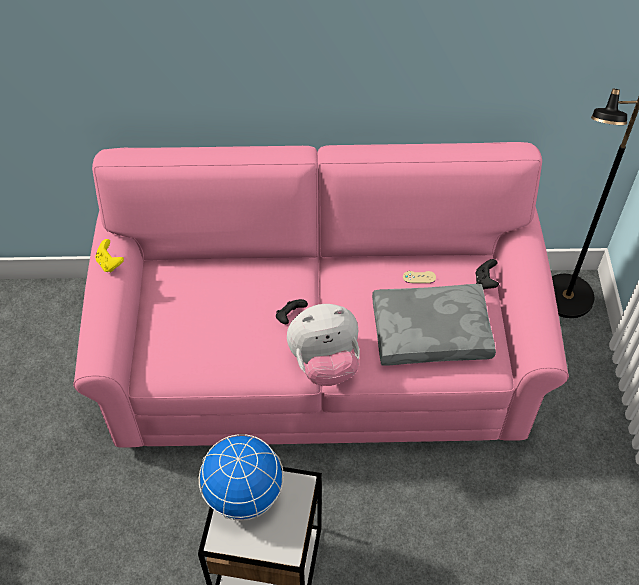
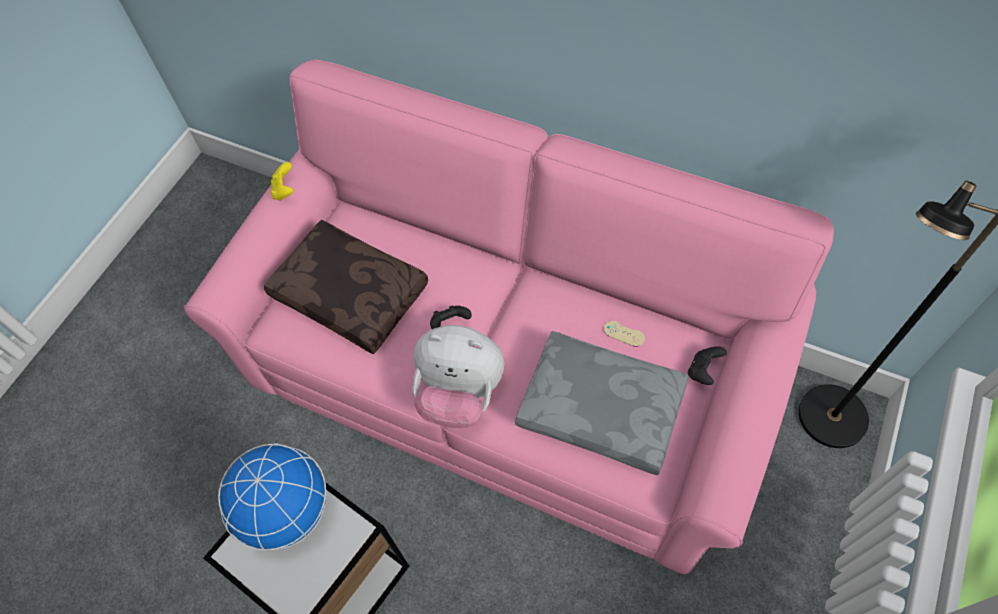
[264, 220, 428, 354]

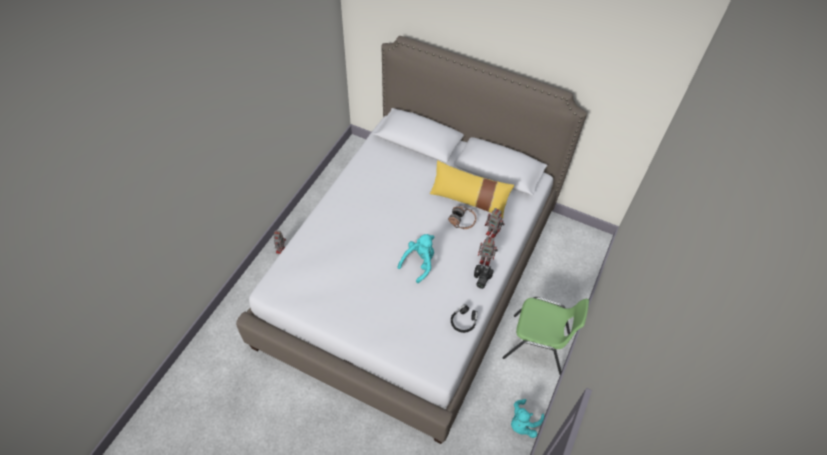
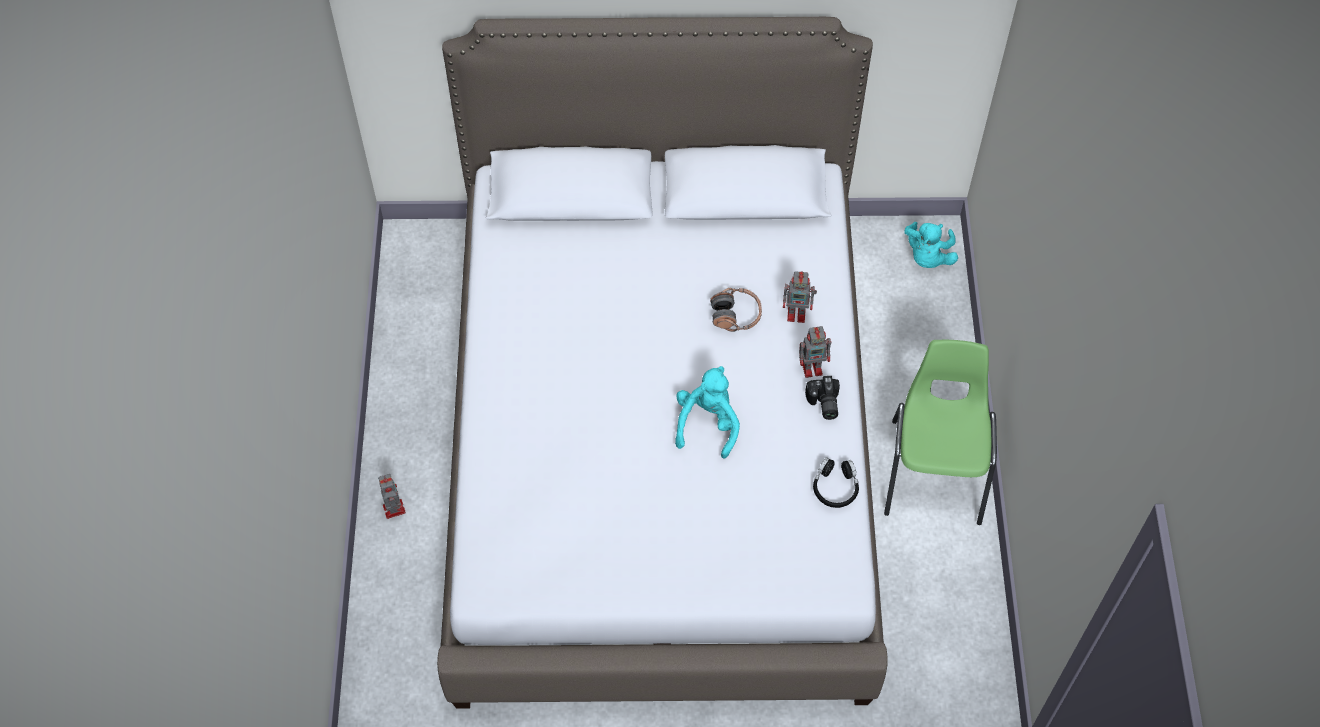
[430, 160, 514, 218] (first image)
[904, 222, 958, 268]
[884, 340, 997, 525]

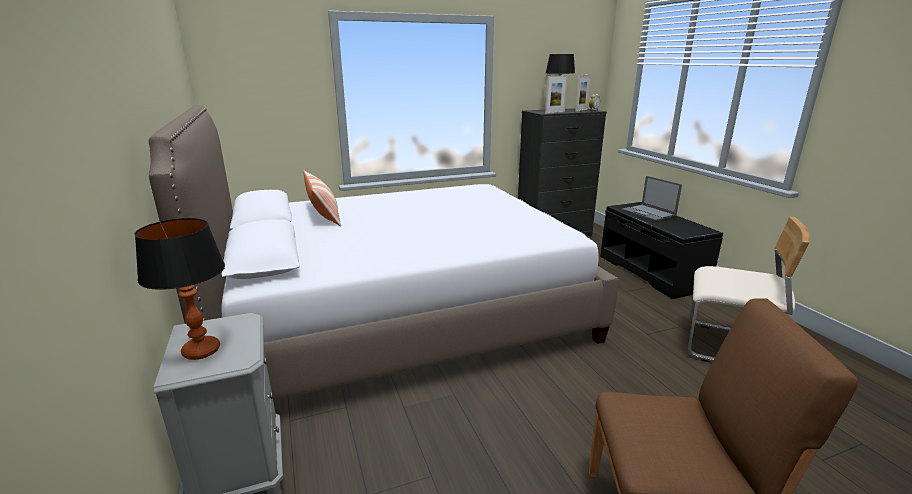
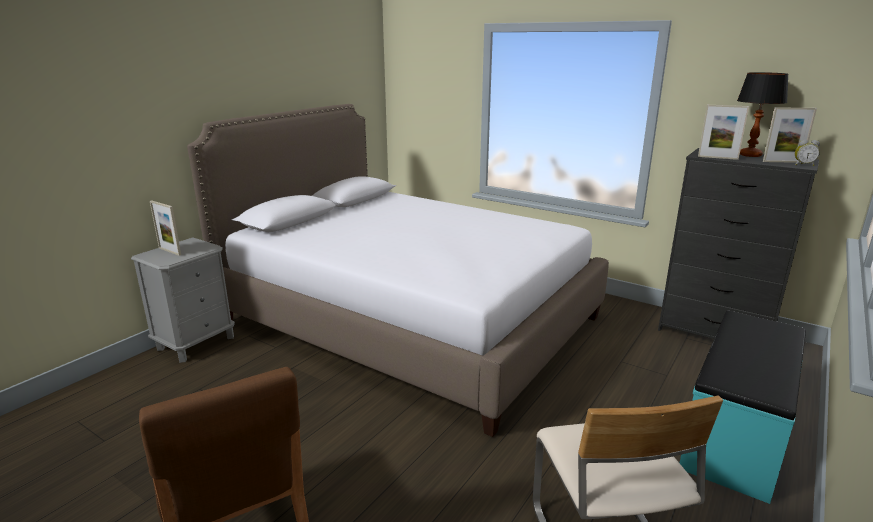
[303, 170, 341, 226] (first image)
[622, 176, 682, 221] (first image)
[150, 201, 181, 256]
[680, 311, 806, 504]

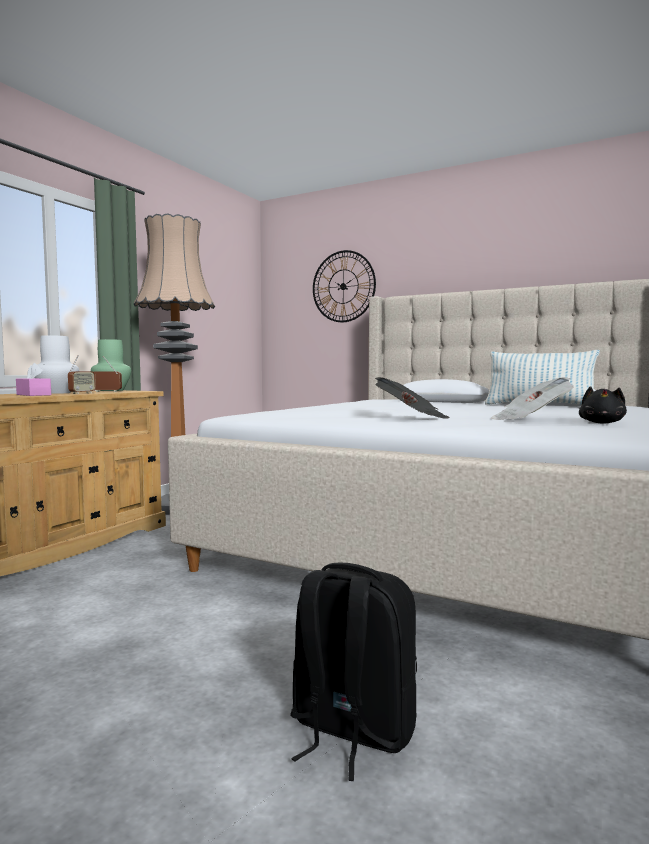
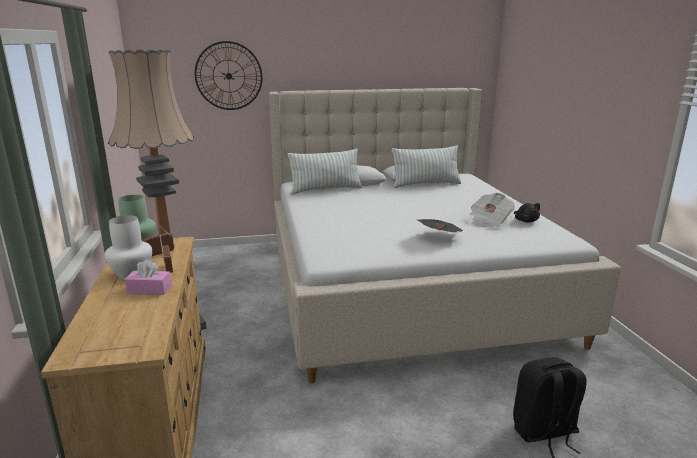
[288, 149, 362, 194]

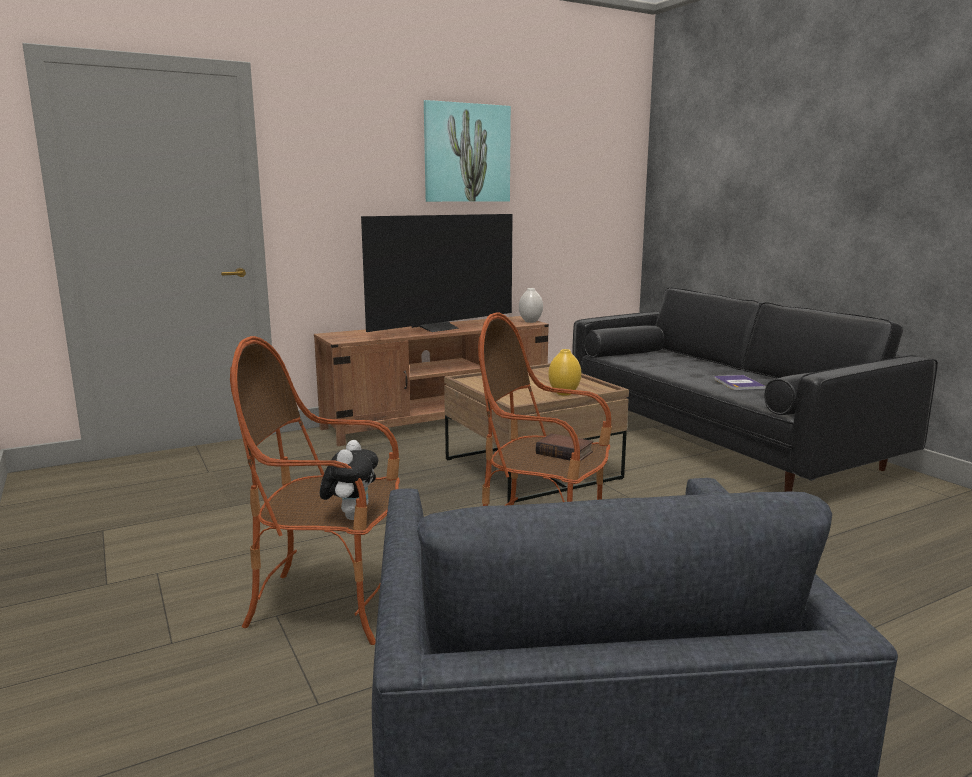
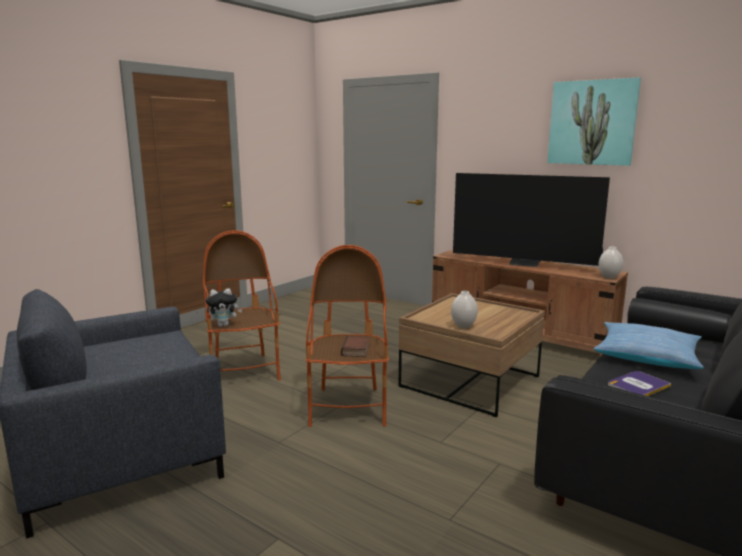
[594, 322, 704, 369]
[451, 291, 478, 328]

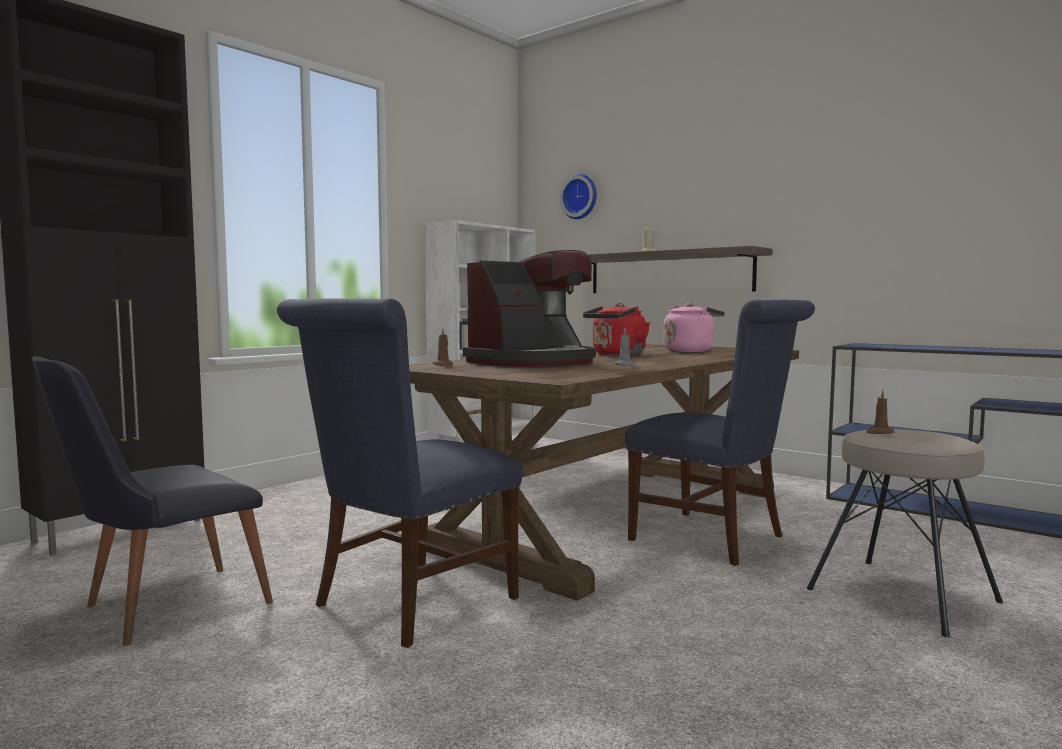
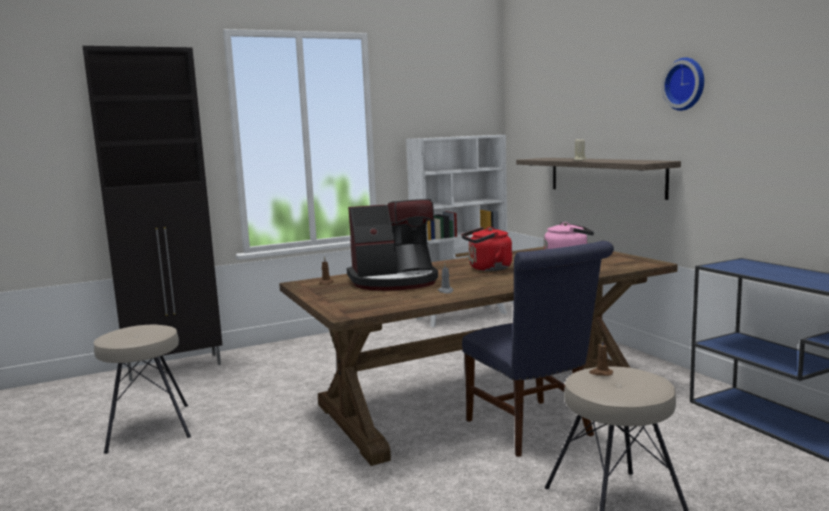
[277, 298, 523, 648] (first image)
[661, 58, 704, 111]
[94, 325, 191, 454]

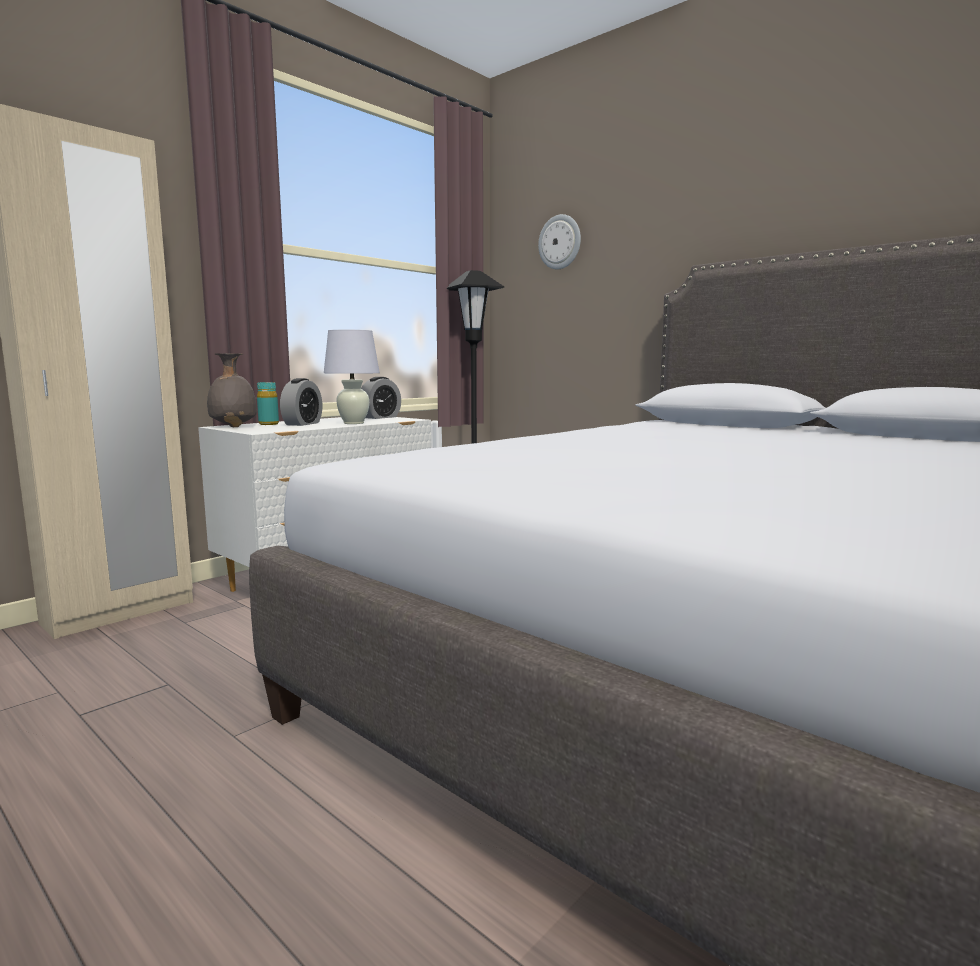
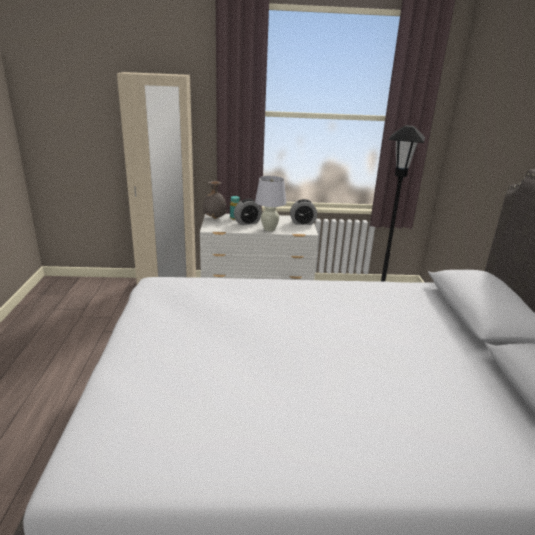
[538, 214, 581, 269] (first image)

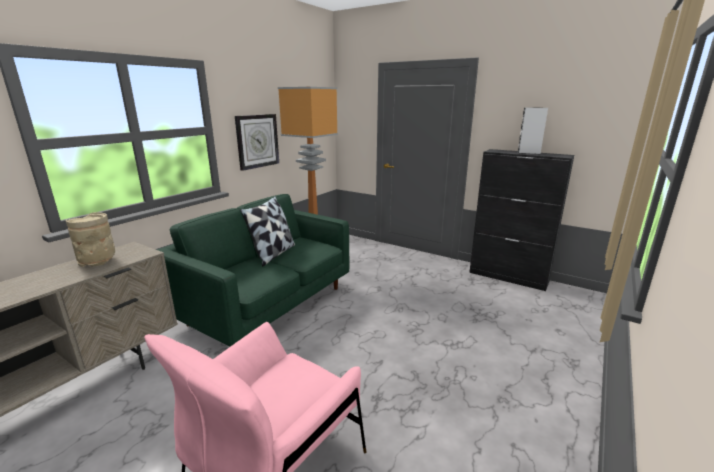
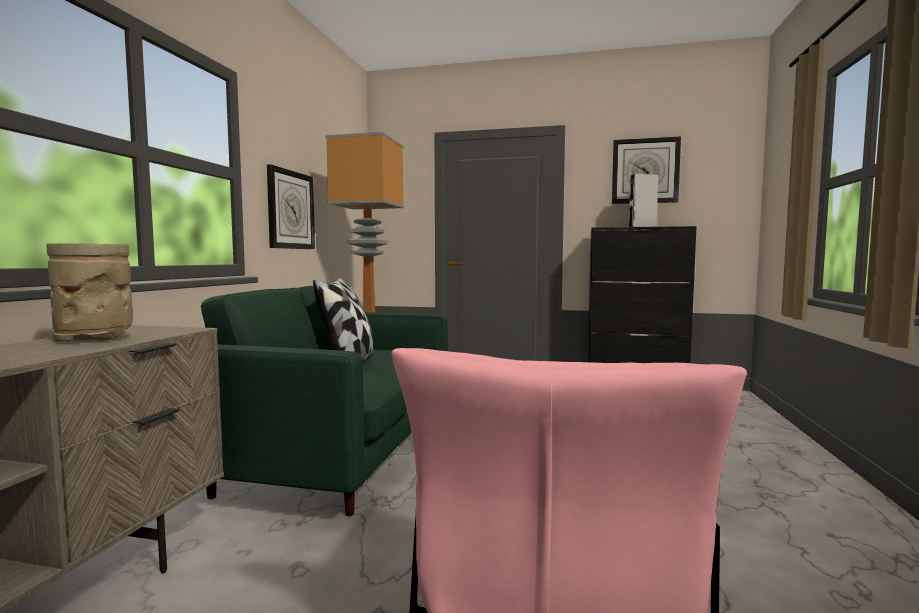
[612, 137, 681, 204]

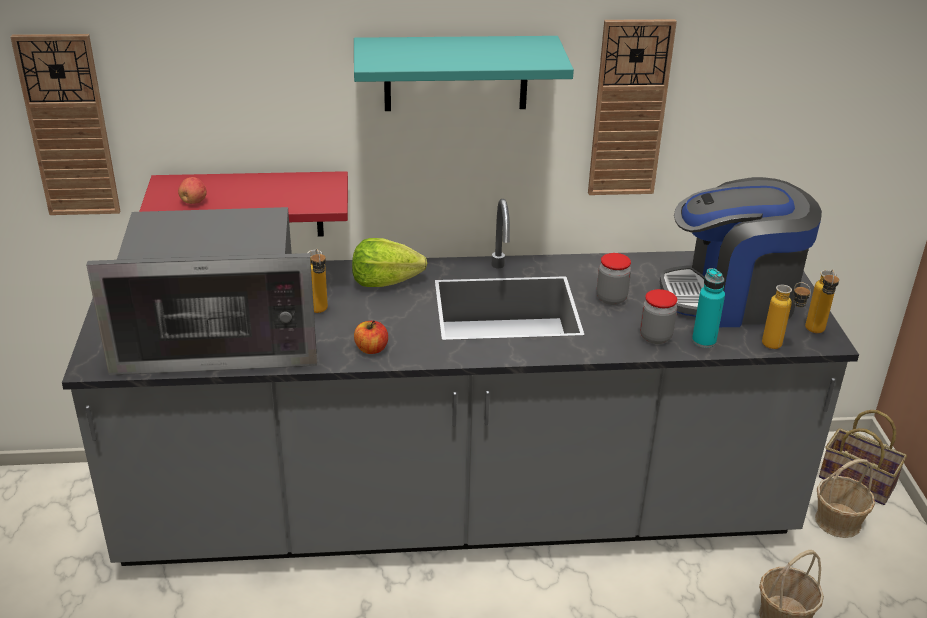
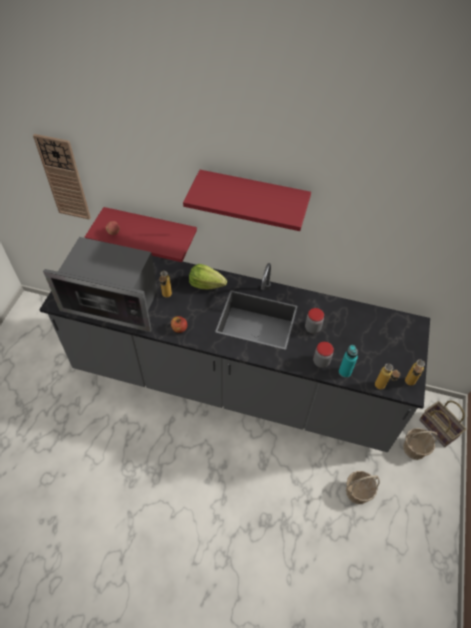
[588, 19, 677, 195] (first image)
[660, 177, 822, 327] (first image)
[183, 170, 311, 231]

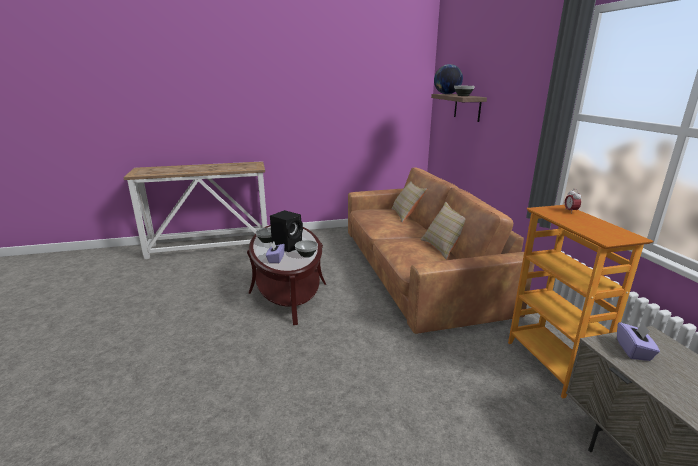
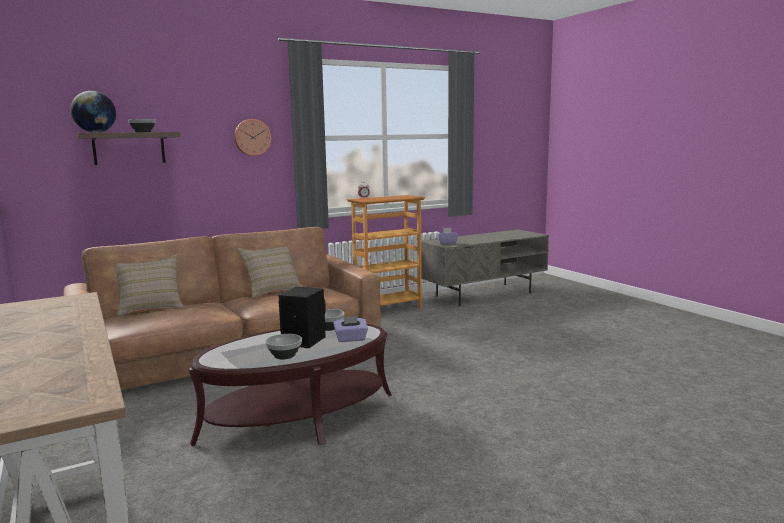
[234, 119, 272, 156]

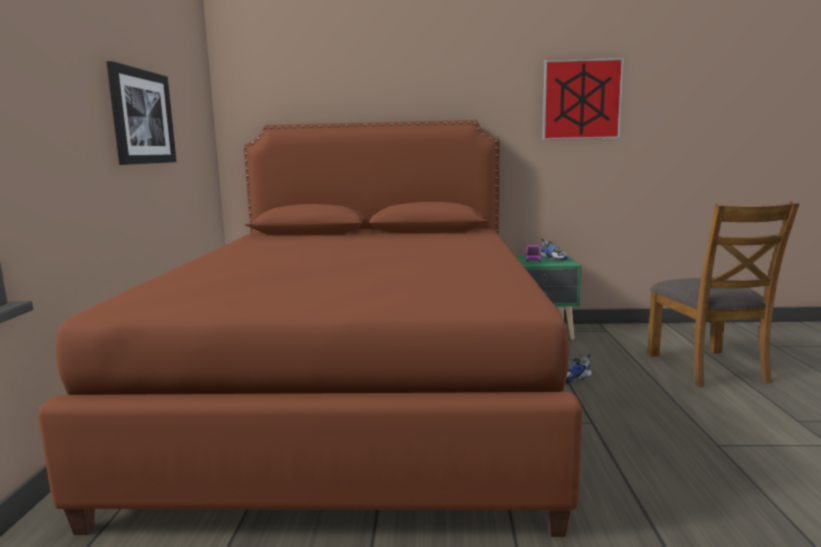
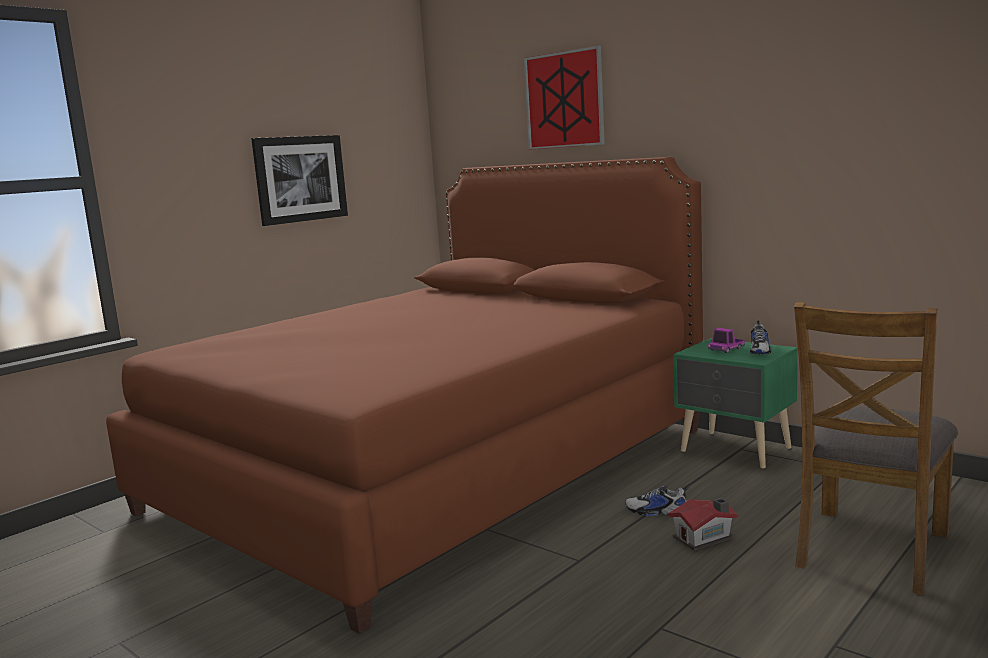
[668, 498, 737, 550]
[524, 46, 605, 150]

